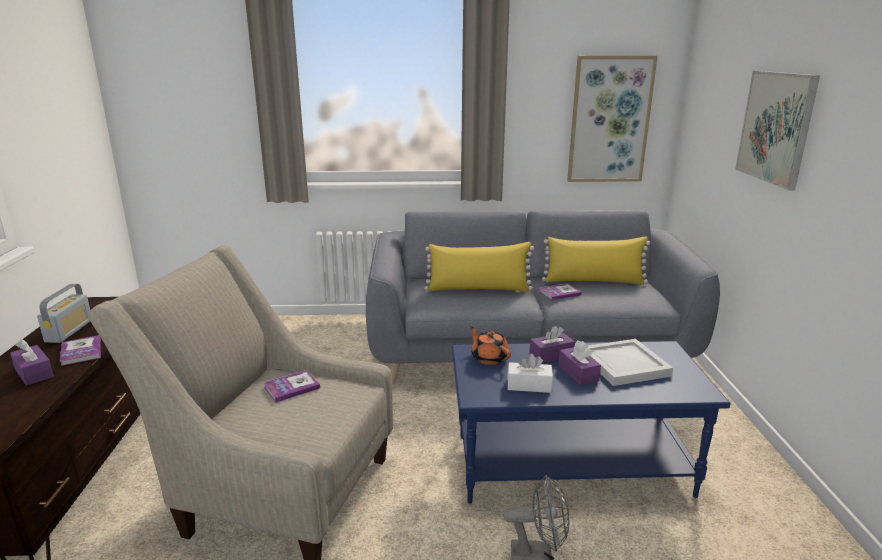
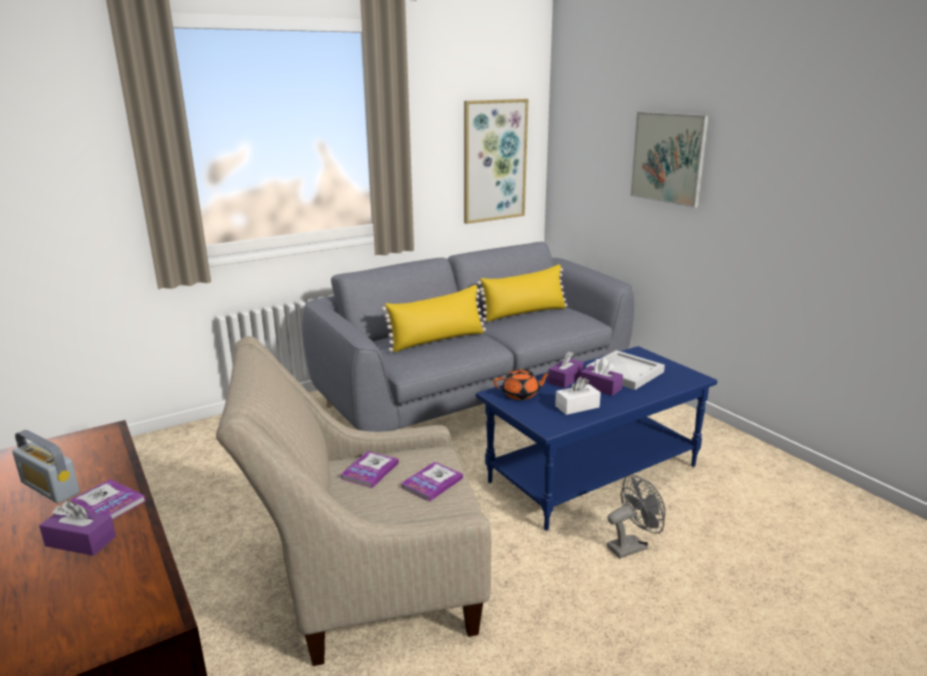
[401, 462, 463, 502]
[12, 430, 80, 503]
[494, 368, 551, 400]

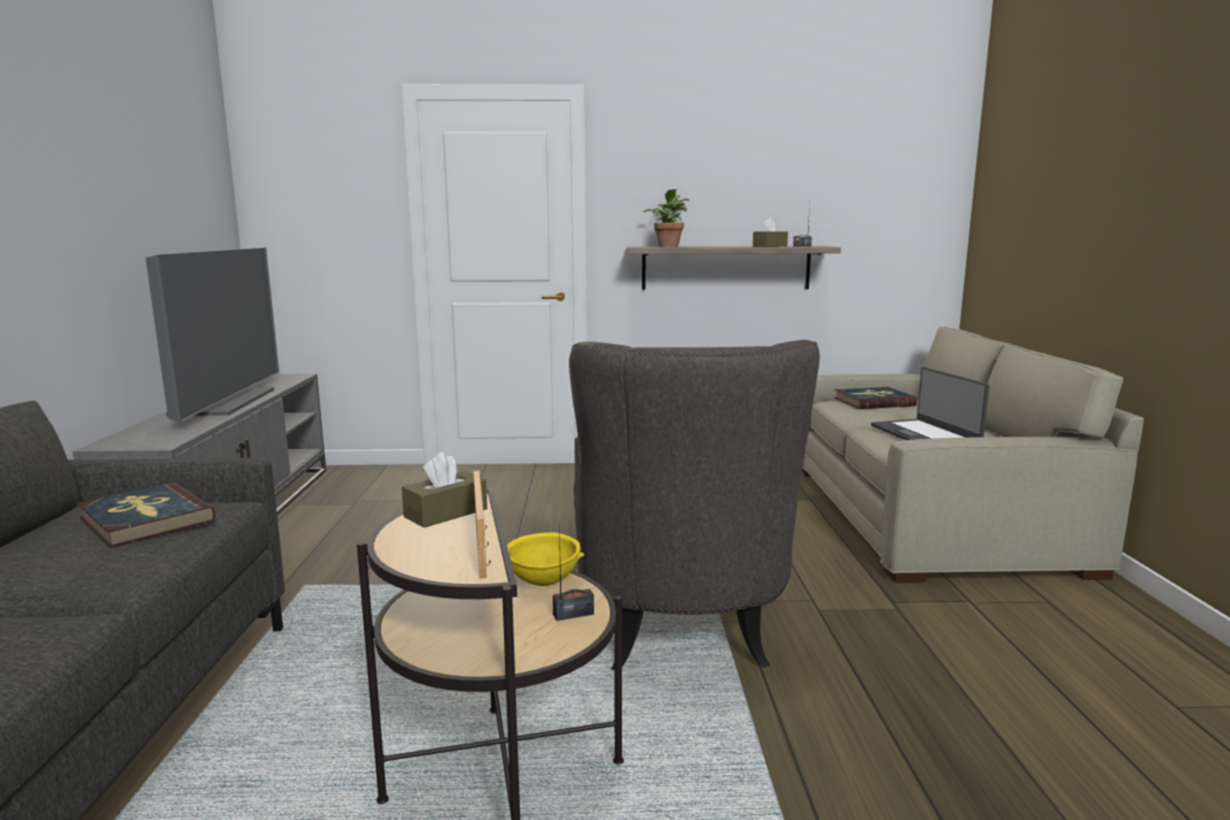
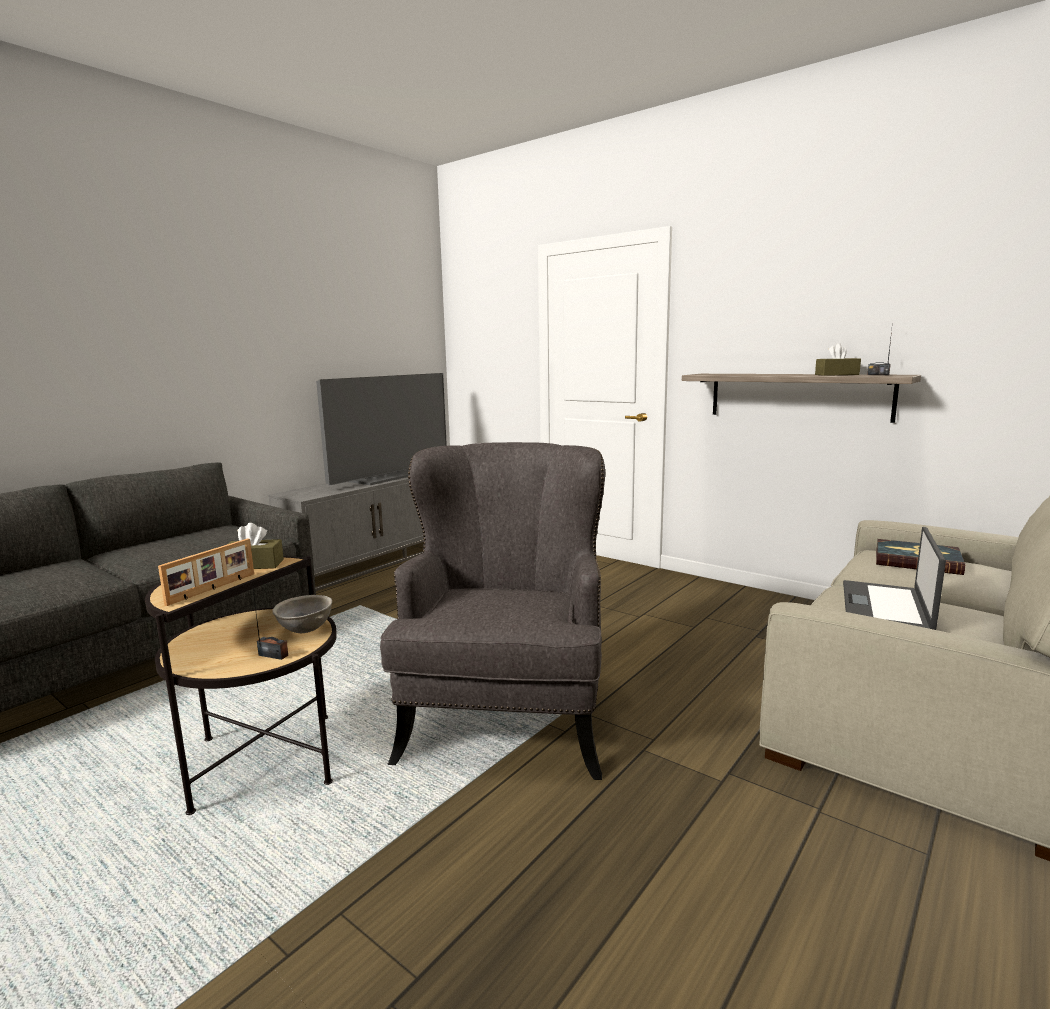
[77, 483, 215, 548] (first image)
[643, 189, 689, 247] (first image)
[272, 595, 332, 633]
[380, 442, 605, 780]

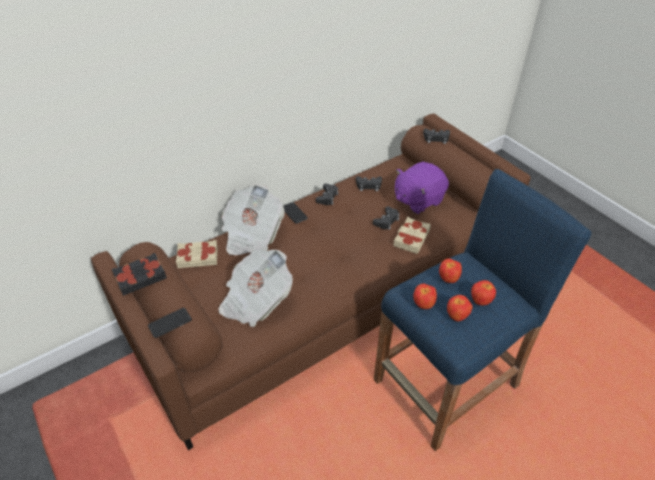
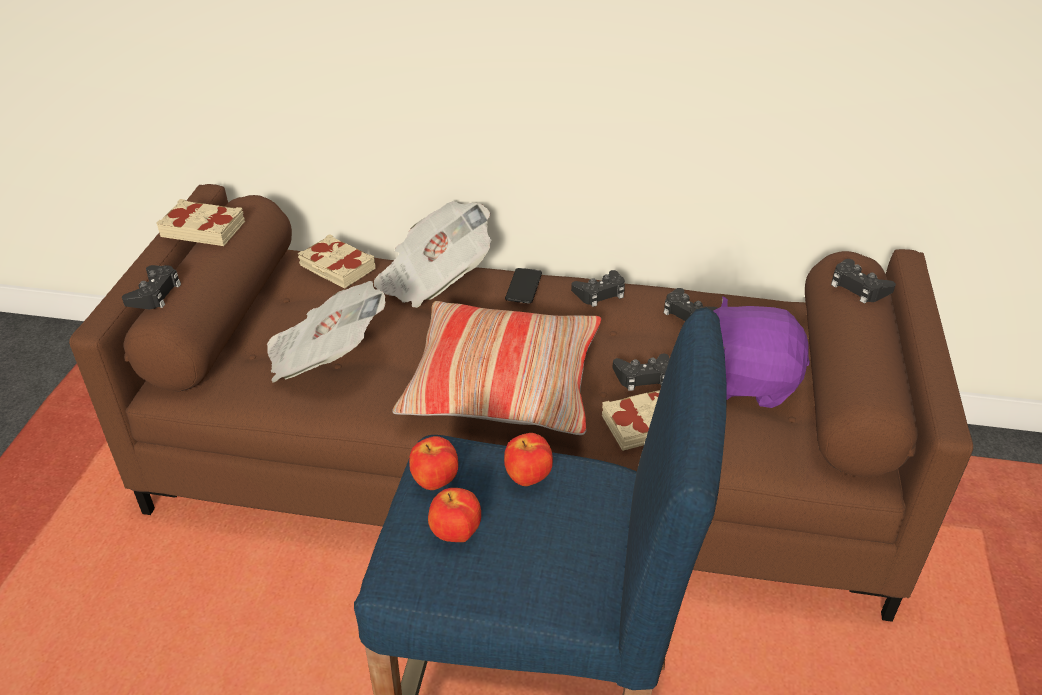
[471, 280, 496, 305] (first image)
[392, 301, 601, 435]
[122, 265, 181, 309]
[156, 199, 245, 246]

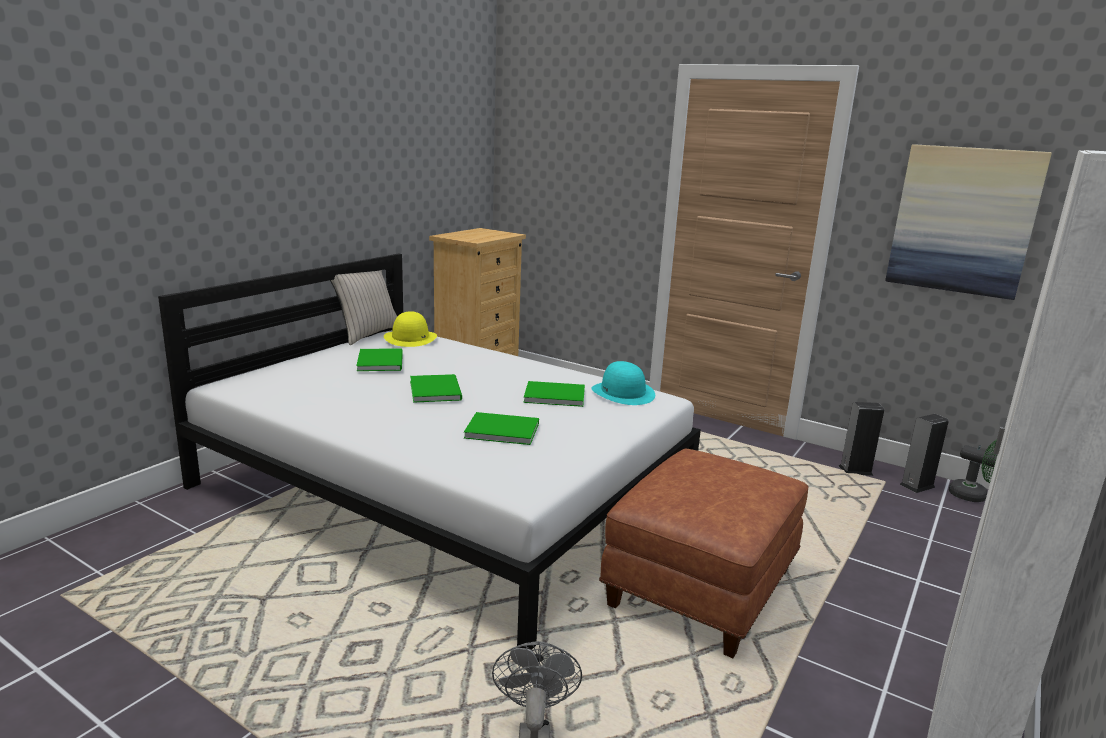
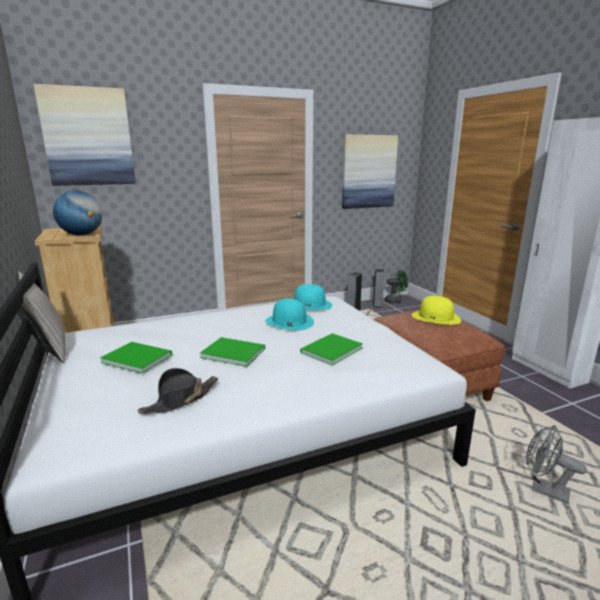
[34, 84, 136, 186]
[53, 191, 102, 235]
[138, 368, 218, 414]
[412, 296, 461, 325]
[265, 298, 314, 331]

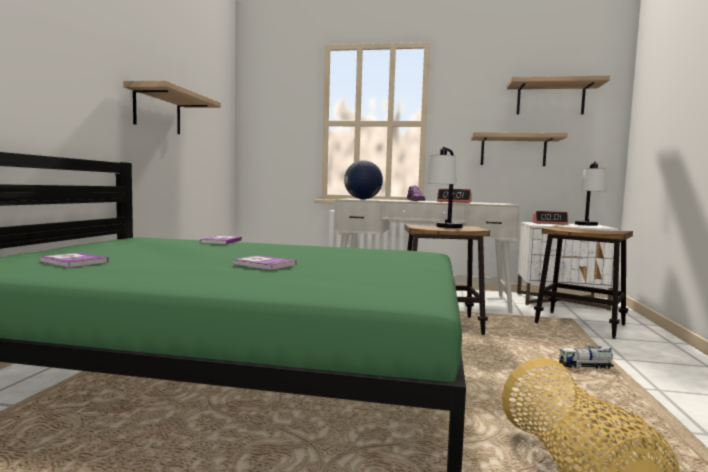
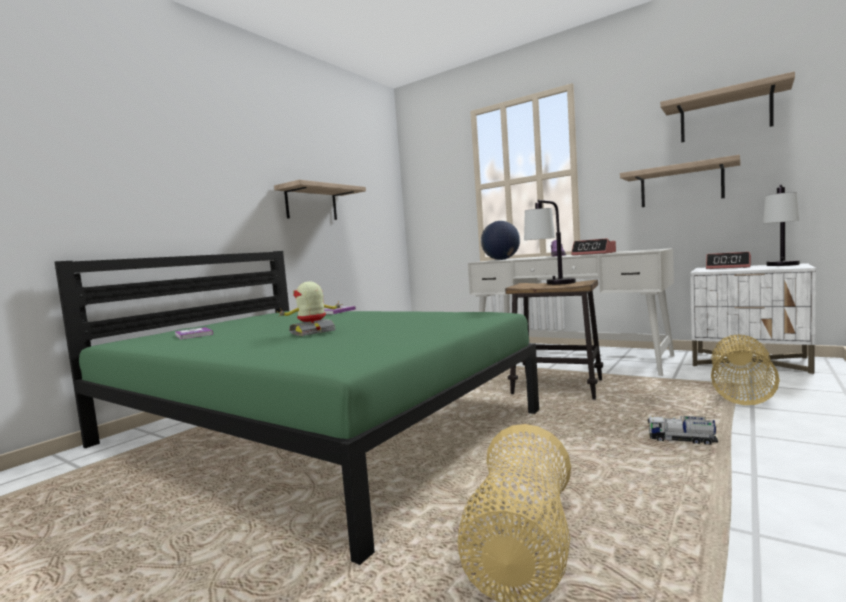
[278, 281, 343, 336]
[711, 334, 780, 405]

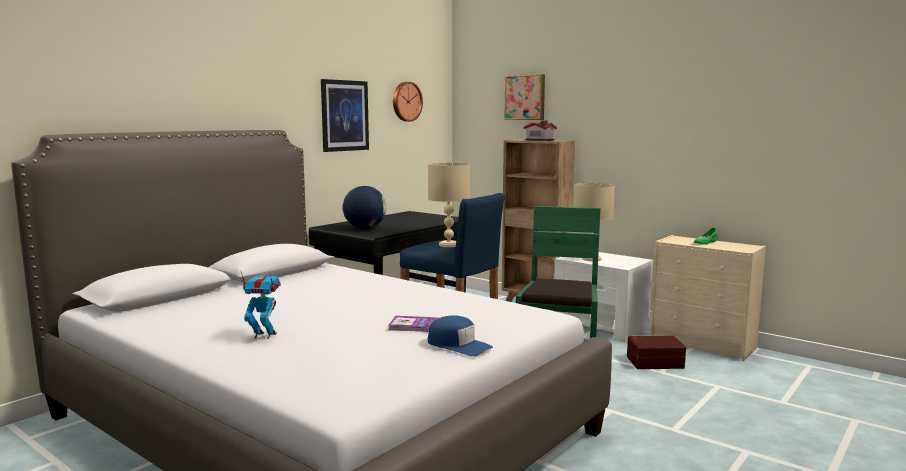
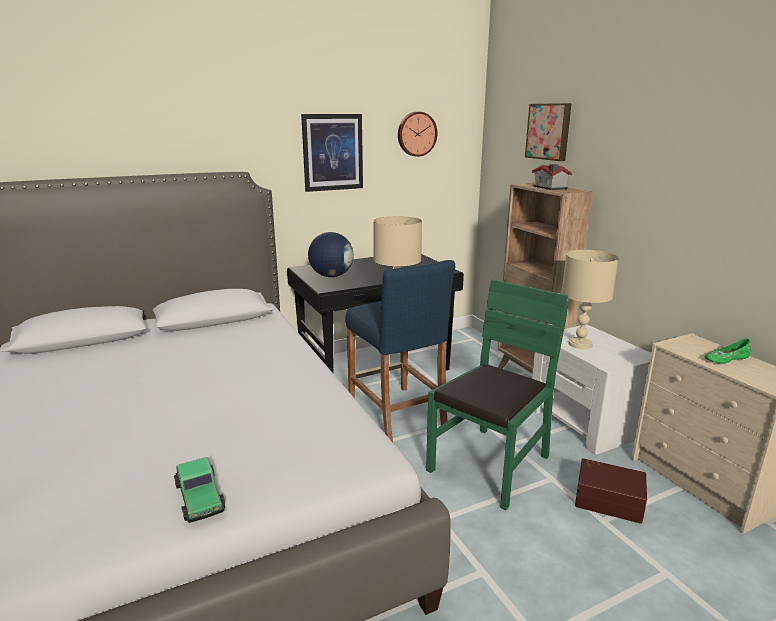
[241, 272, 281, 339] (first image)
[388, 316, 438, 332] (first image)
[174, 457, 225, 523]

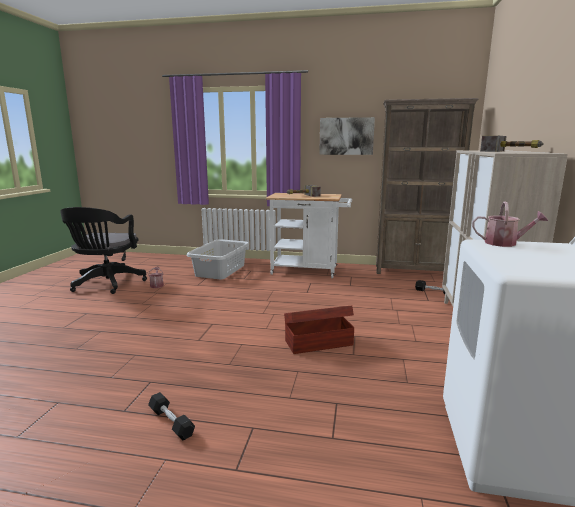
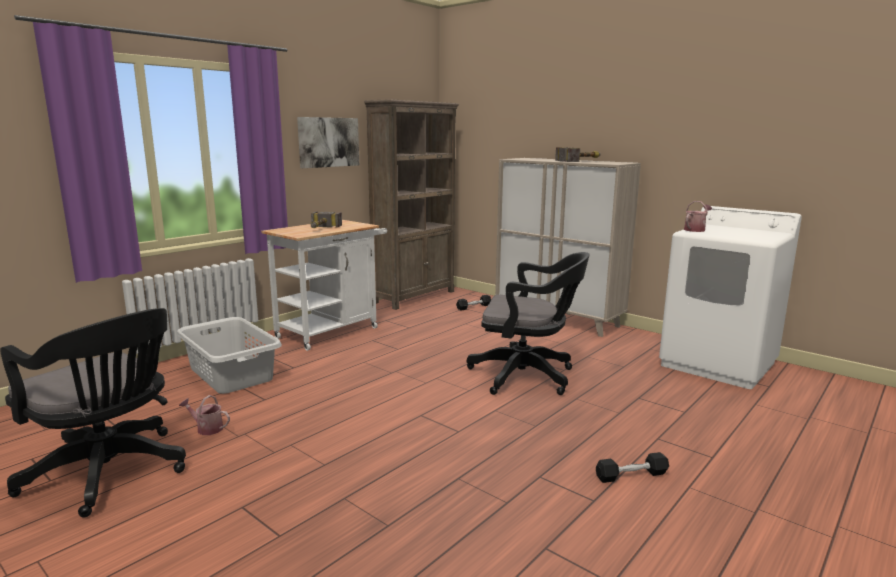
[467, 252, 589, 395]

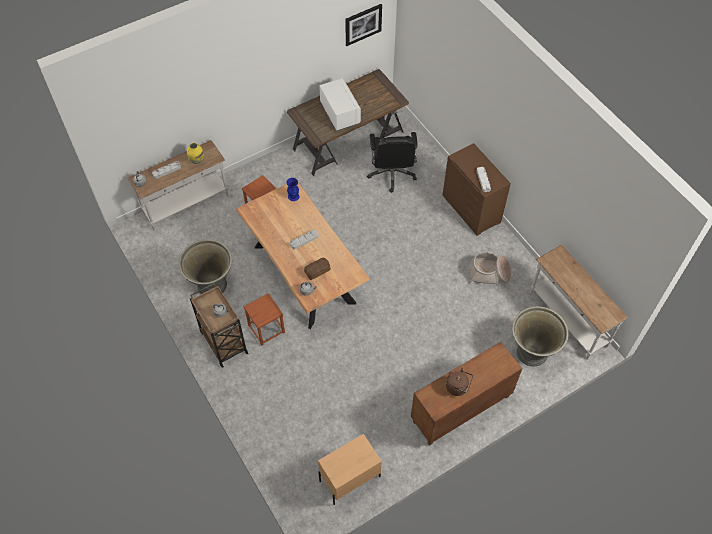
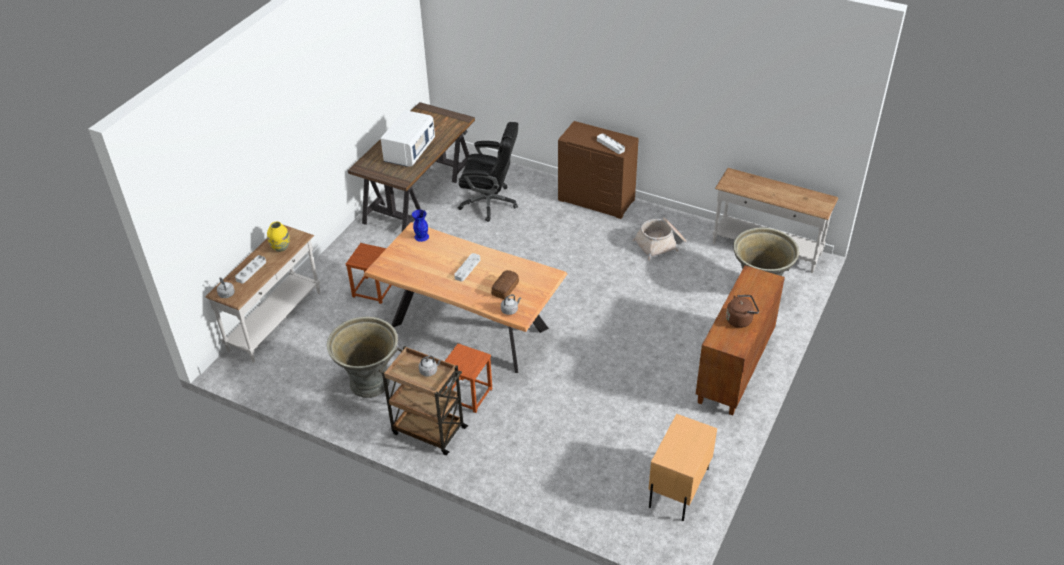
[345, 4, 382, 46] (first image)
[381, 110, 435, 167]
[458, 122, 518, 222]

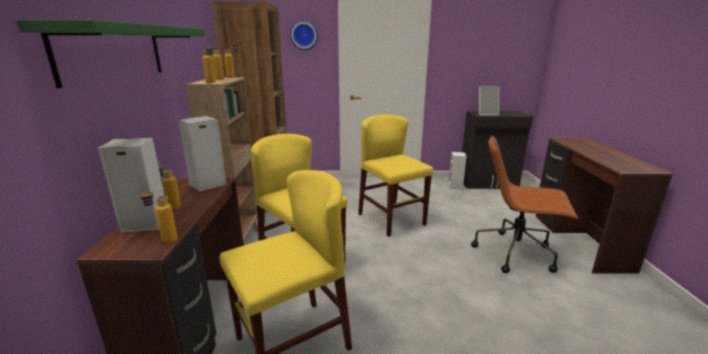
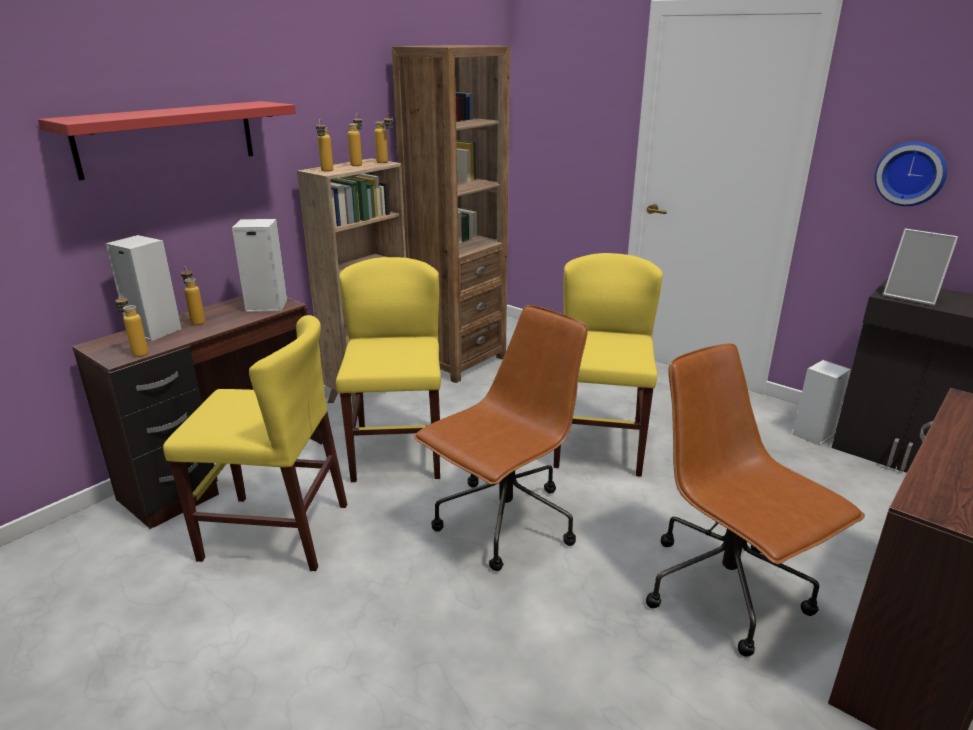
[414, 305, 588, 571]
[875, 142, 947, 206]
[38, 101, 296, 180]

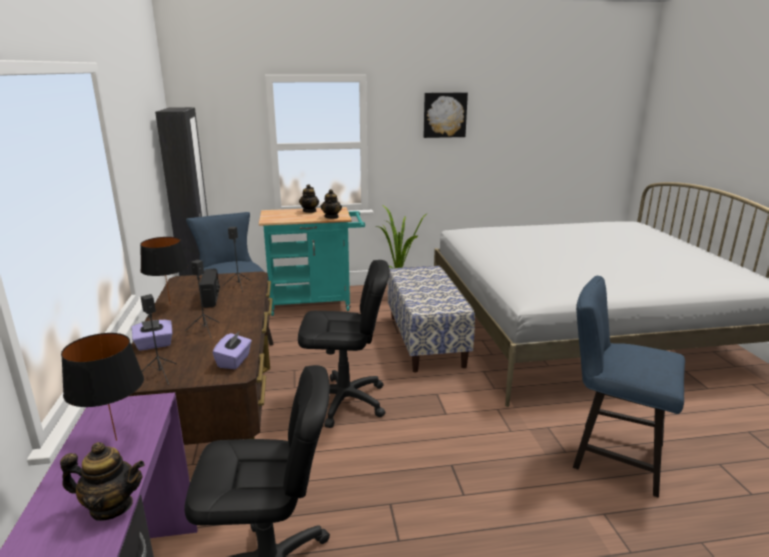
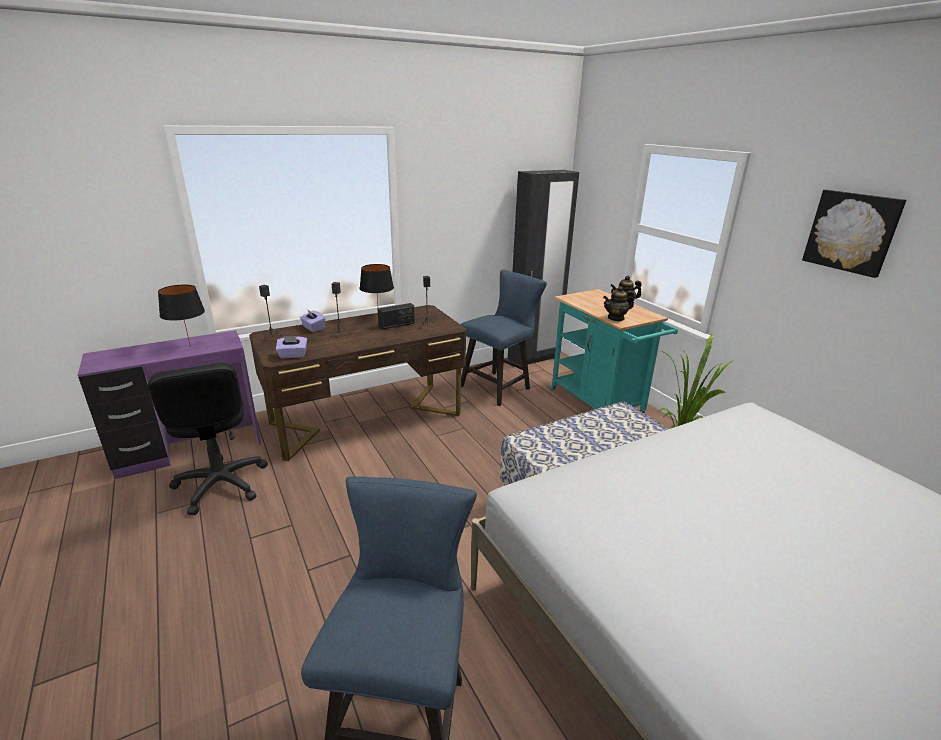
[60, 442, 145, 521] (first image)
[298, 260, 390, 428] (first image)

